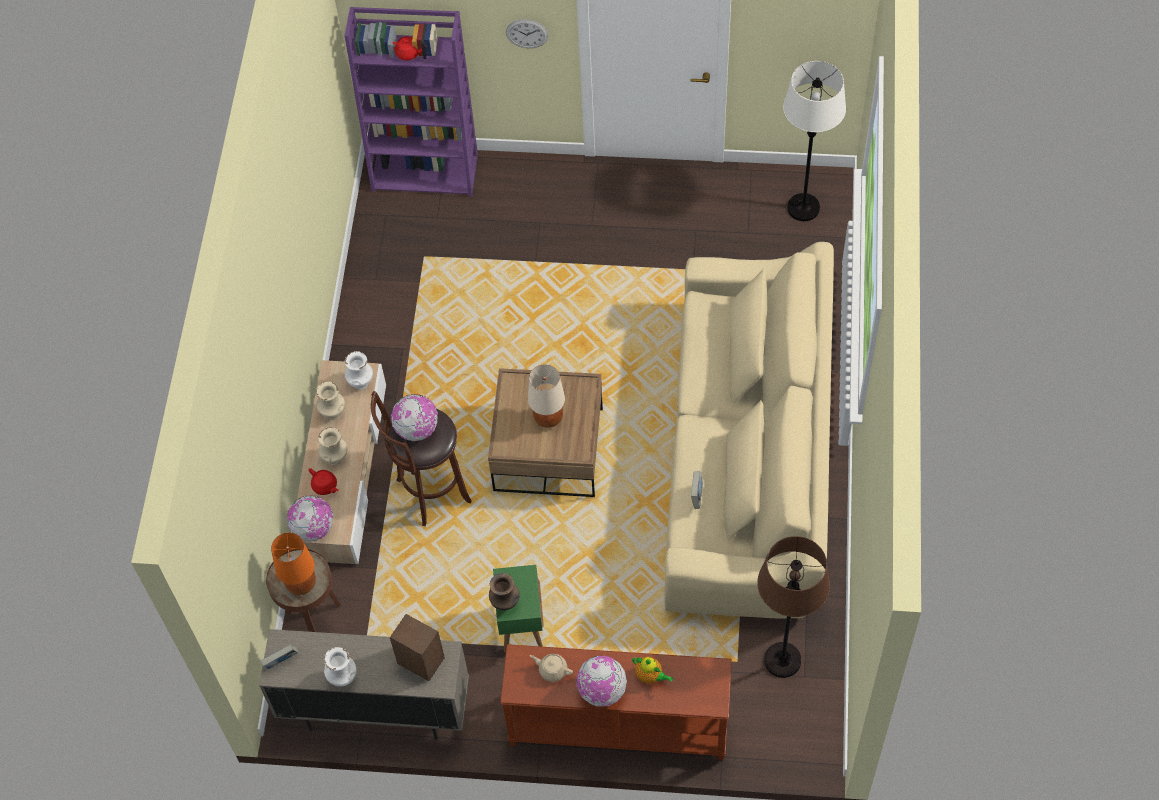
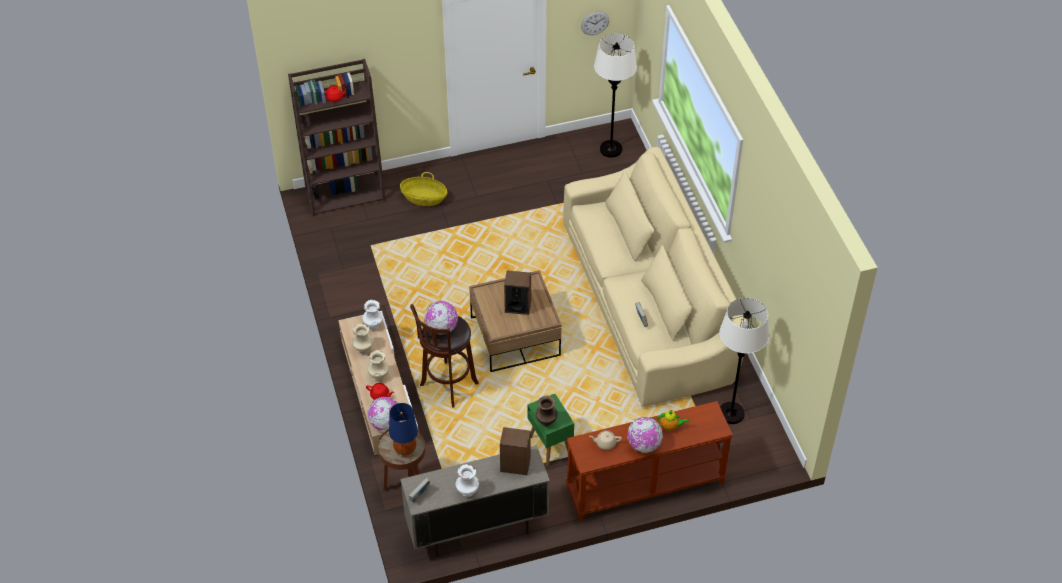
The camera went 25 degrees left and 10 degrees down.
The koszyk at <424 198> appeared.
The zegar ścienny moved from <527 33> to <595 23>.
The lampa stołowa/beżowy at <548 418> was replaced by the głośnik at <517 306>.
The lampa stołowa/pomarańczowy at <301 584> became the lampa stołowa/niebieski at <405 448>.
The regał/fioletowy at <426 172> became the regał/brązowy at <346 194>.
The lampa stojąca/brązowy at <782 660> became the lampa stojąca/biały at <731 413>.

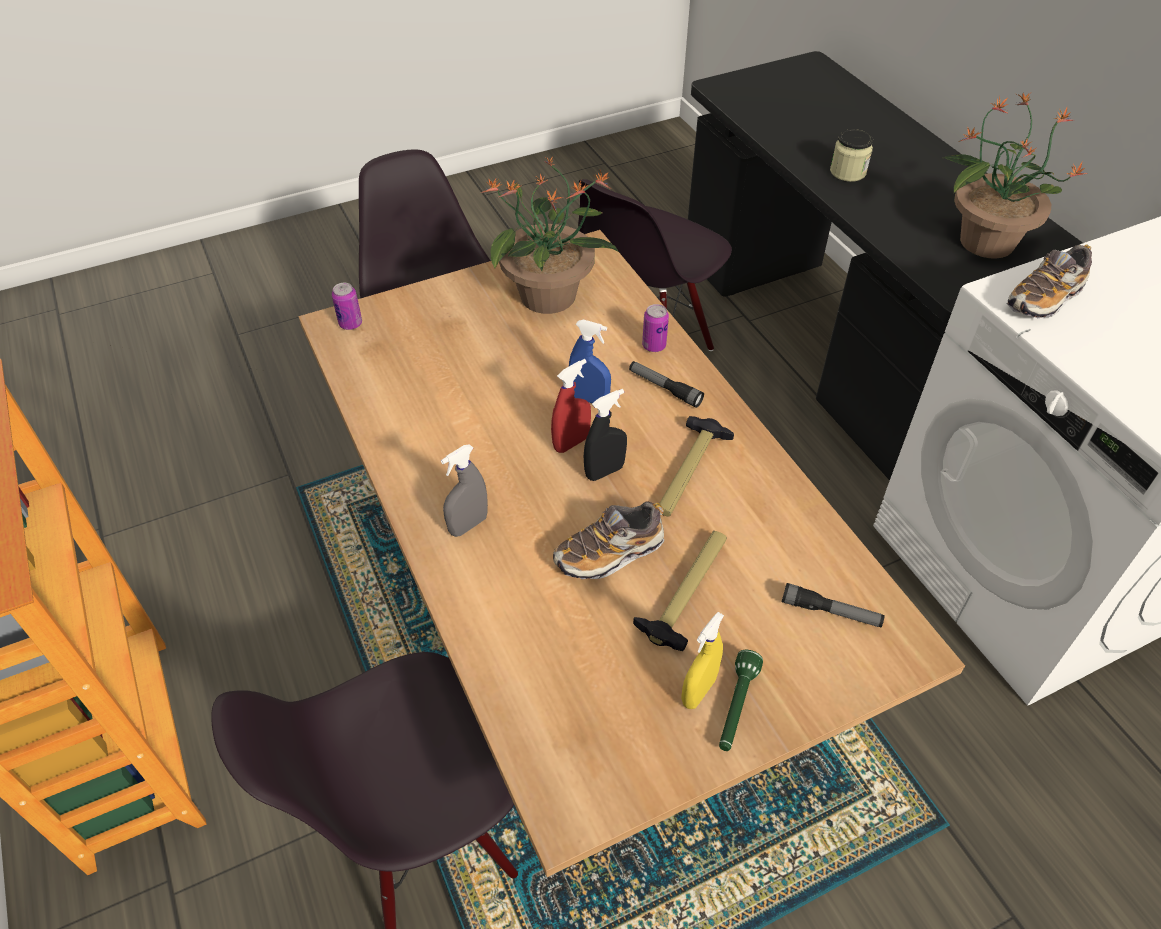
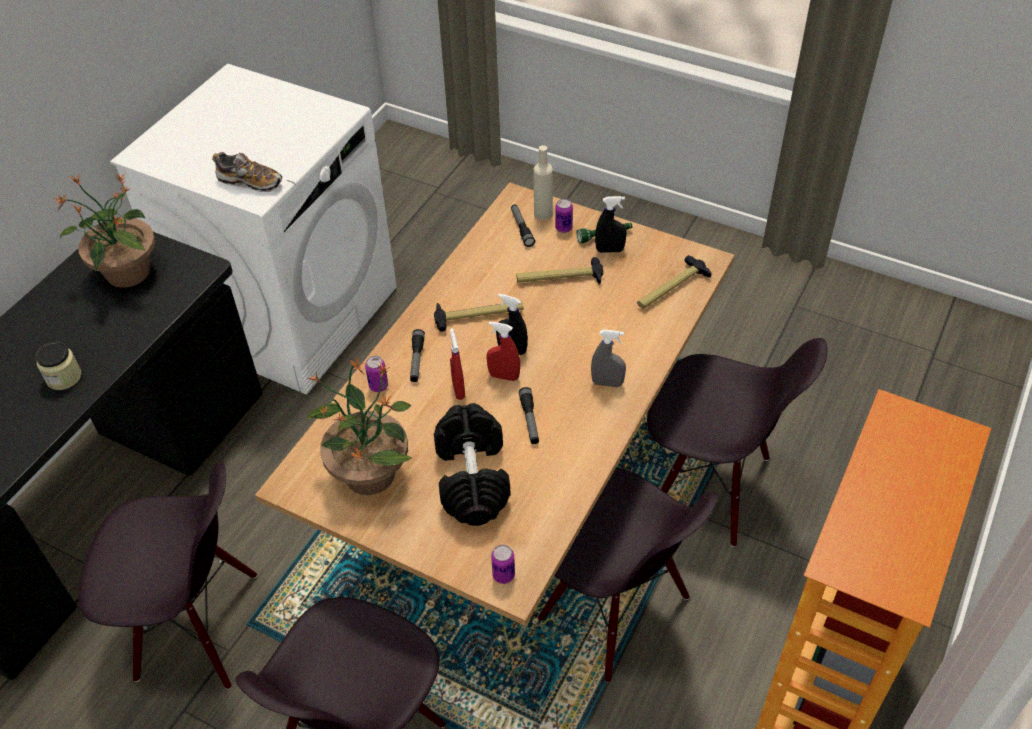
The camera went 125 degrees left and 0 degrees up.
The but at <609 553> disappeared.
The hantel/czarny at <473 478> appeared.
The latarka at <529 420> appeared.
The butelka/beżowy at <543 213> appeared.
The krzesło/czarny at <612 610> appeared.
The puszka at <563 228> appeared.
The młotek at <671 289> appeared.
The spryskiwacz/niebieski at <589 399> became the spryskiwacz/czerwony at <458 389>.
The spryskiwacz/żółty at <698 691> became the spryskiwacz/czarny at <610 250>.

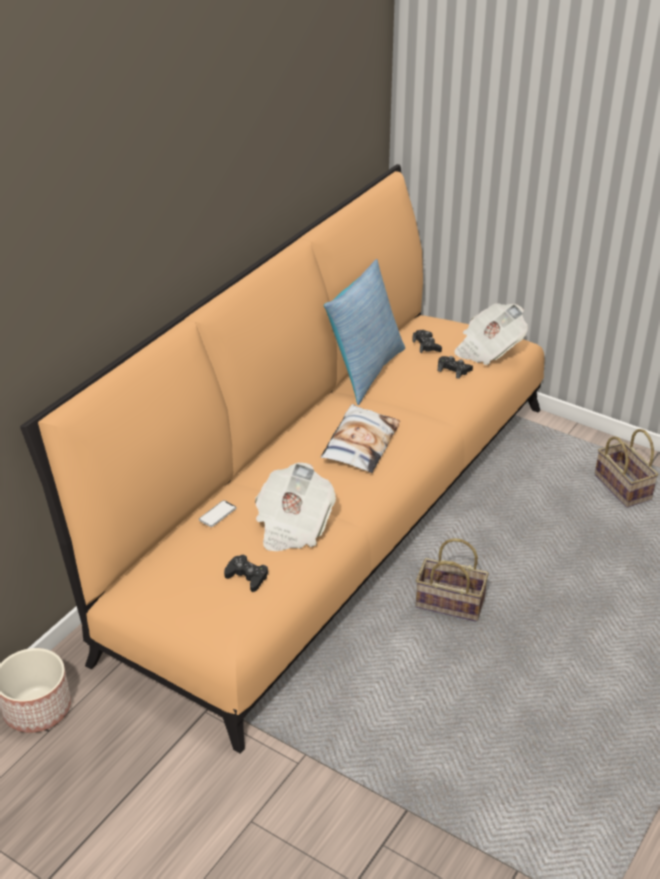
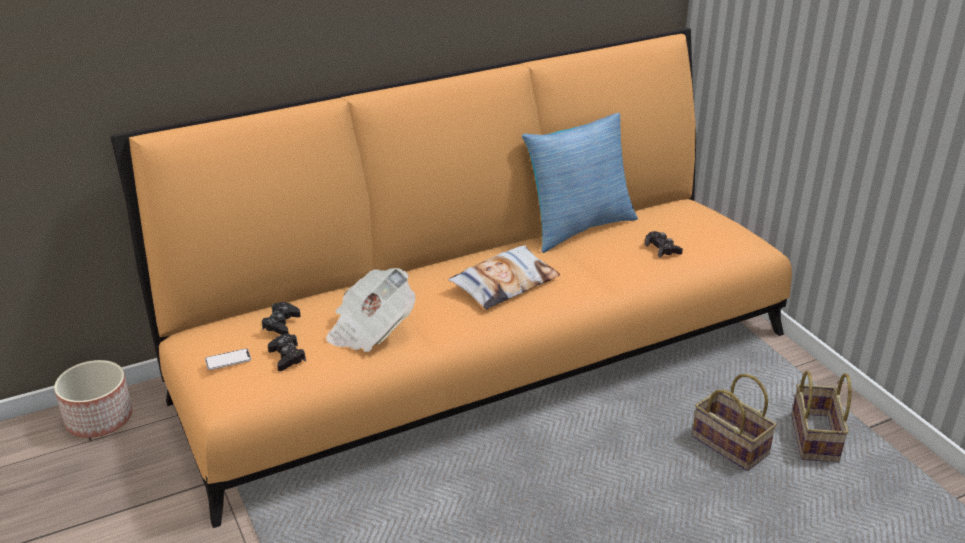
The camera went 30 degrees right and 5 degrees down.
The gazeta at <488 349> disappeared.
The telefon moved from <217 514> to <228 360>.
The pad do gier/czarny moved from <426 345> to <281 324>.
The koszyk moved from <448 604> to <727 445>.

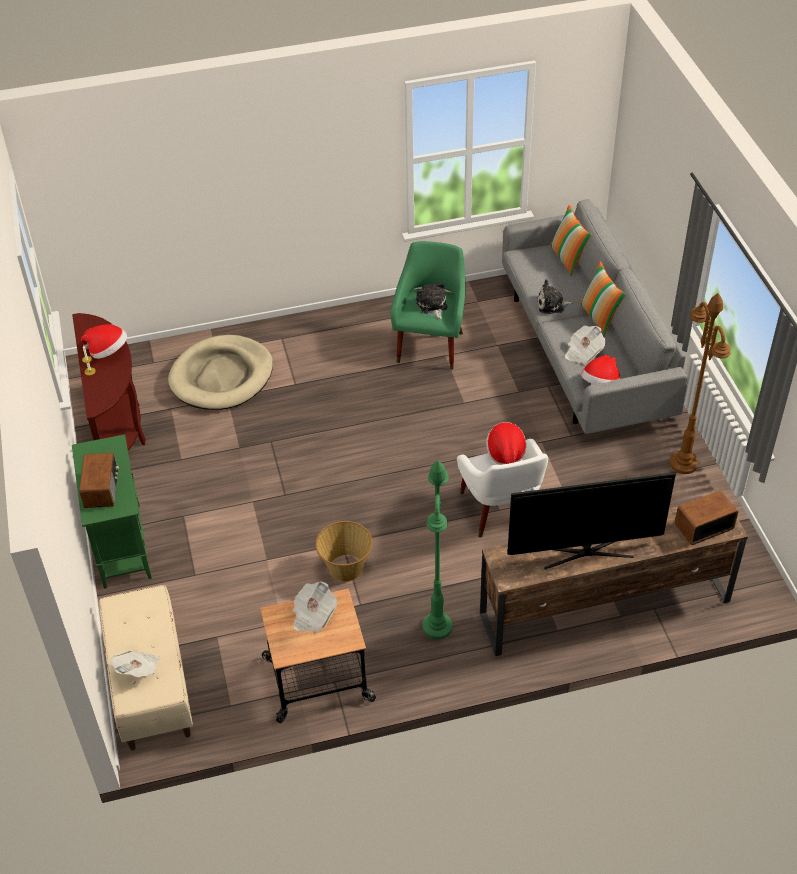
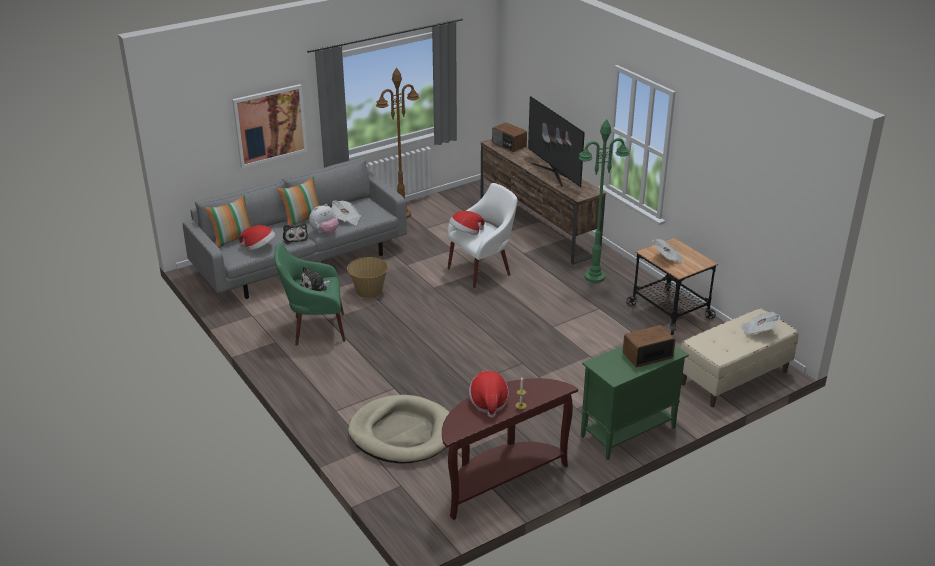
The camera went 110 degrees left and 15 degrees down.
The obraz at <270 125> appeared.
The pluszak at <325 232> appeared.
The koszyk moved from <345 567> to <368 292>.
The kapelusz moved from <600 384> to <259 248>.

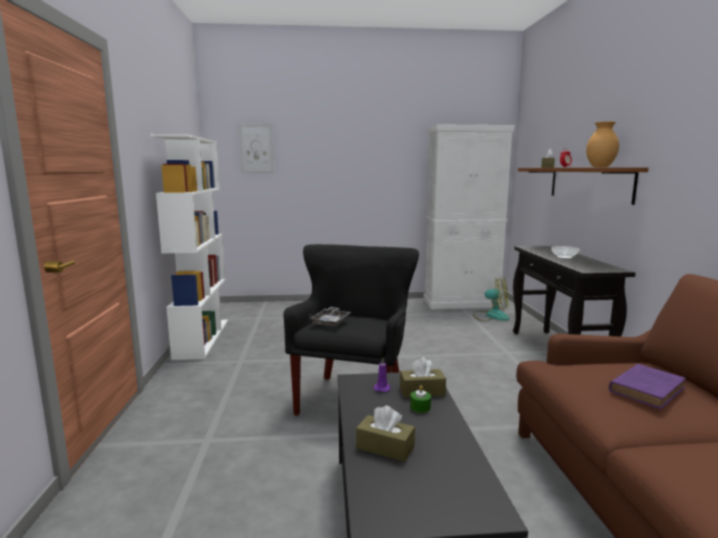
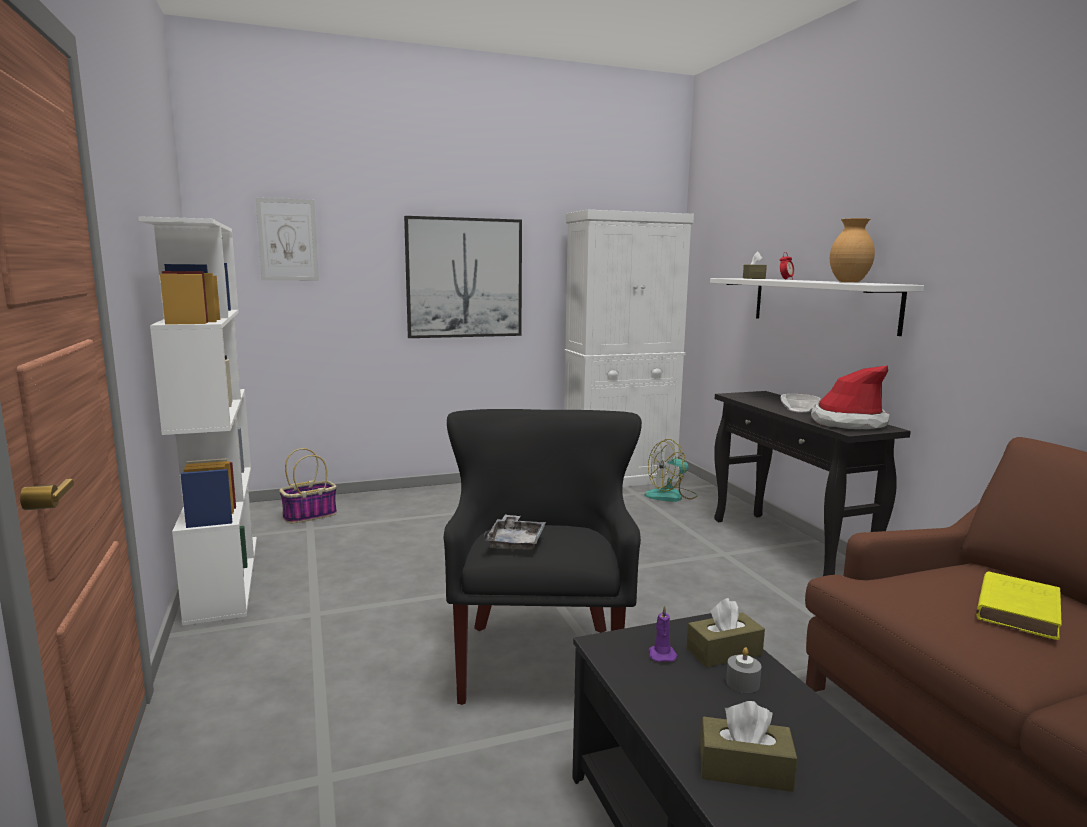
The camera went 15 degrees left and 0 degrees up.
The koszyk at <310 515> appeared.
The obraz at <464 278> appeared.
The kapelusz at <848 423> appeared.
The świeca/zielony at <420 407> became the świeca/szary at <742 683>.
The półka/brązowy at <588 183> became the półka/biały at <821 303>.
The książka/fioletowy at <647 389> became the książka/żółty at <1018 609>.
The wentylator at <491 316> turned 150 degrees clockwise.

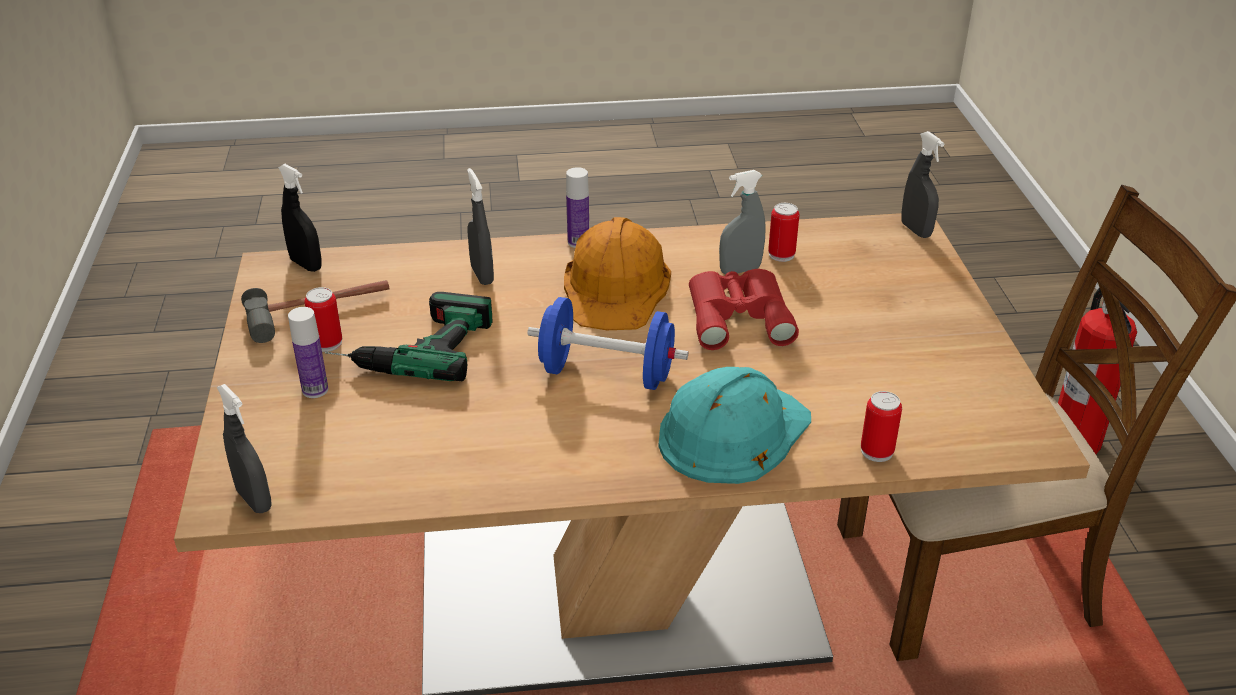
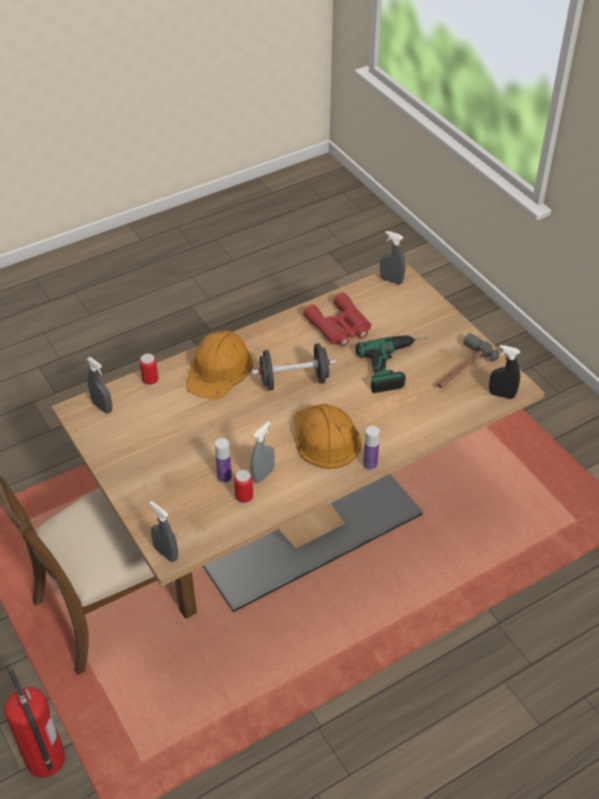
The camera went 155 degrees right and 10 degrees up.
The puszka at <327 343> disappeared.
The butelka moved from <315 390> to <224 477>.
The spryskiwacz/szary moved from <482 275> to <102 407>.
The lornetka/czerwony moved from <738 315> to <339 327>.
The hantel/niebieski at <607 373> became the hantel/czarny at <294 380>.
The kask/turkusowy at <732 432> became the kask/pomarańczowy at <219 369>.

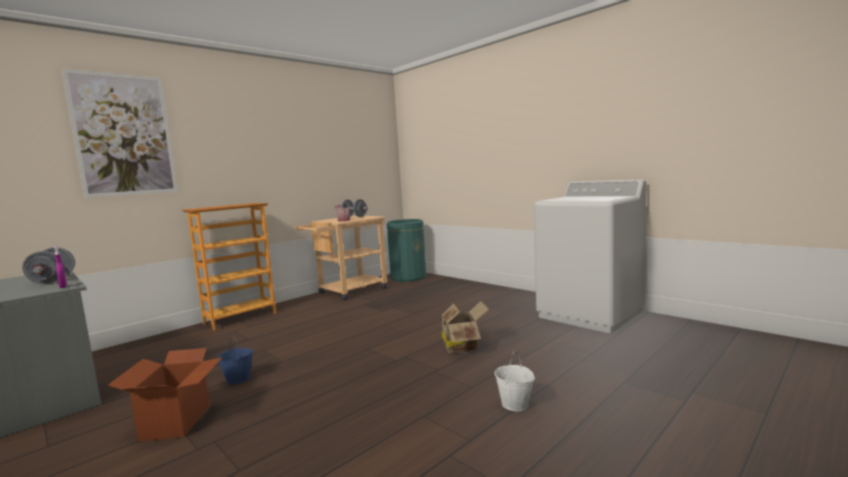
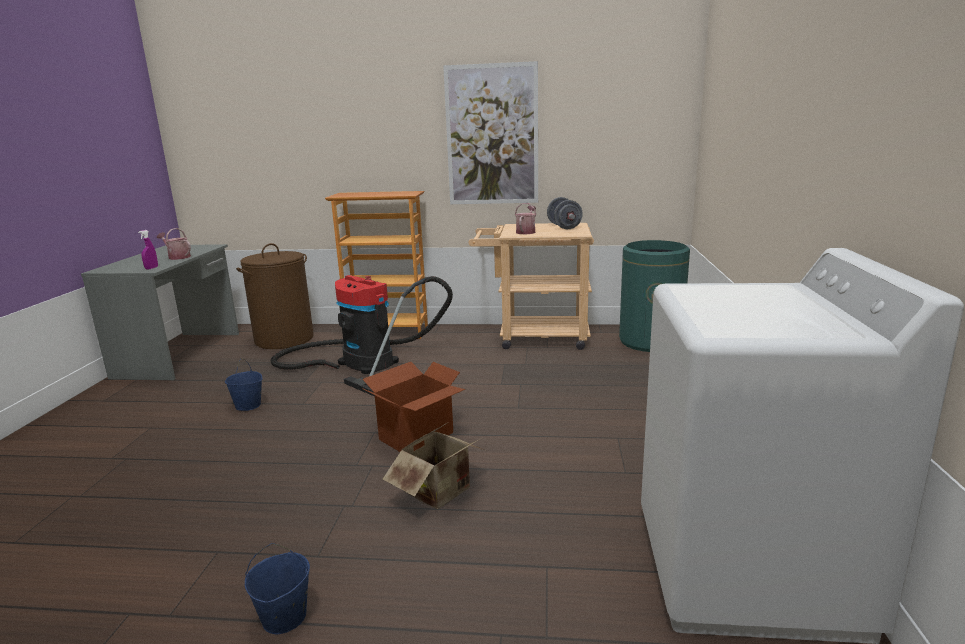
The camera went 50 degrees right and 10 degrees up.
The kosz na pranie/brązowy at <284 339> appeared.
The odkurzacz at <362 362> appeared.
The obraz moved from <124 135> to <492 135>.
The karton moved from <177 421> to <417 436>.
The hantel/szary at <52 280> was replaced by the konewka at <177 257>.
The wiadro/biały at <515 404> became the wiadro/niebieski at <284 618>.

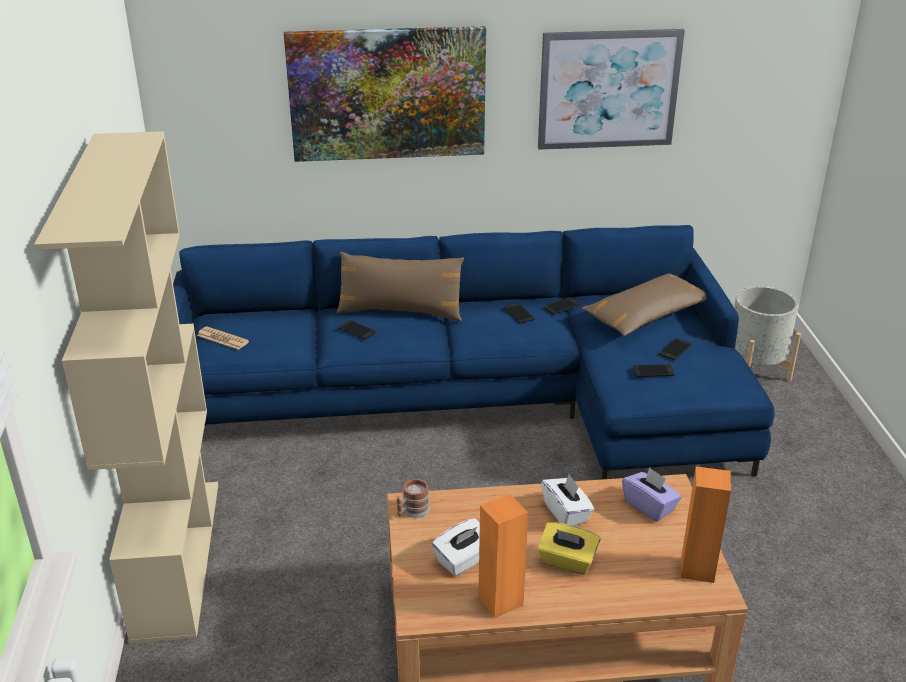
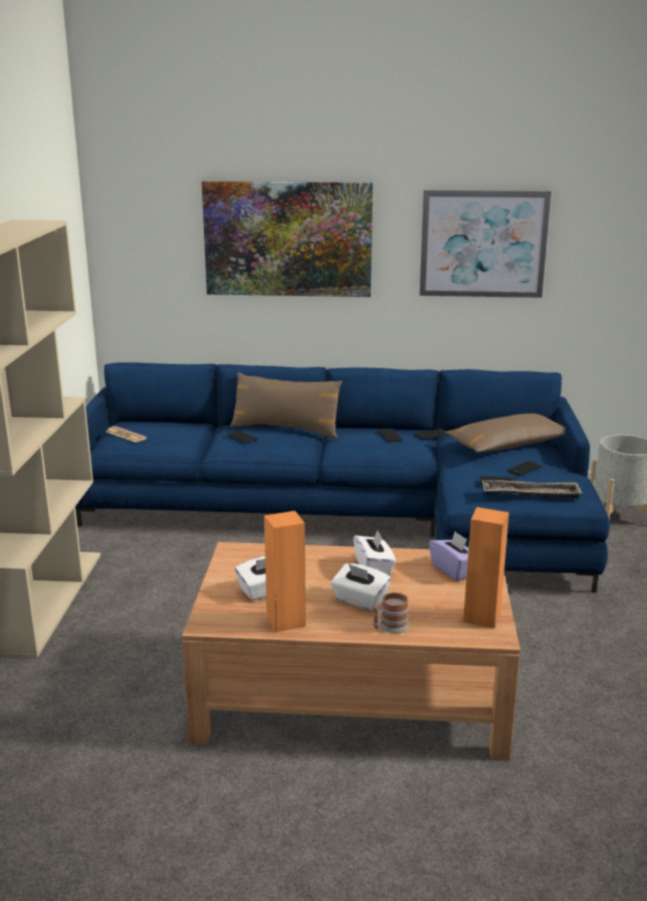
The camera went 10 degrees right and 10 degrees down.
The taca at <530 494> appeared.
The kubek moved from <412 511> to <389 627>.
The pudełko chusteczek/żółty at <567 561> became the pudełko chusteczek/biały at <360 600>.

